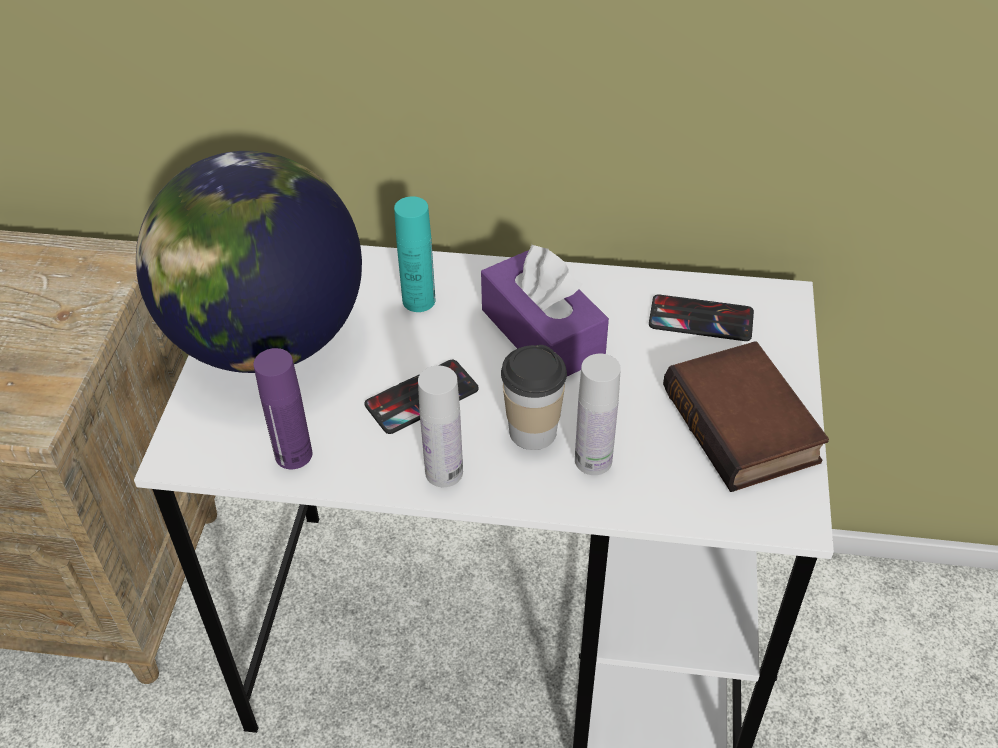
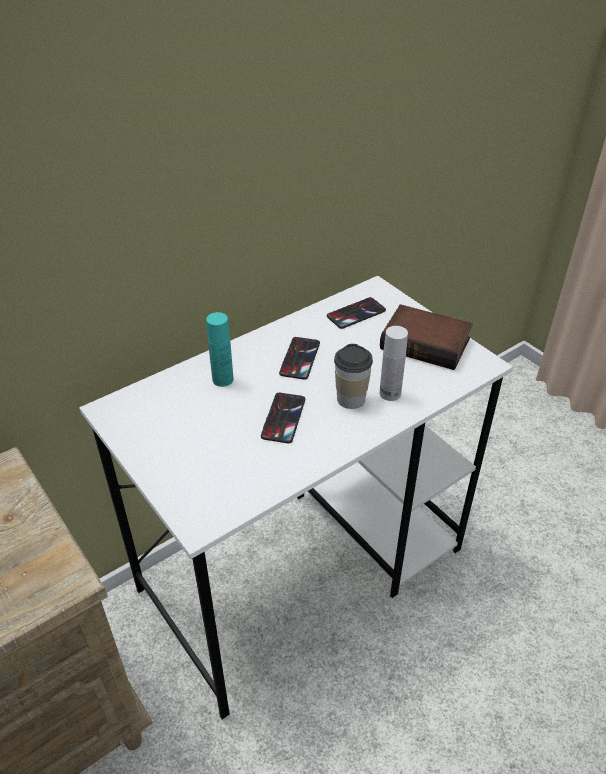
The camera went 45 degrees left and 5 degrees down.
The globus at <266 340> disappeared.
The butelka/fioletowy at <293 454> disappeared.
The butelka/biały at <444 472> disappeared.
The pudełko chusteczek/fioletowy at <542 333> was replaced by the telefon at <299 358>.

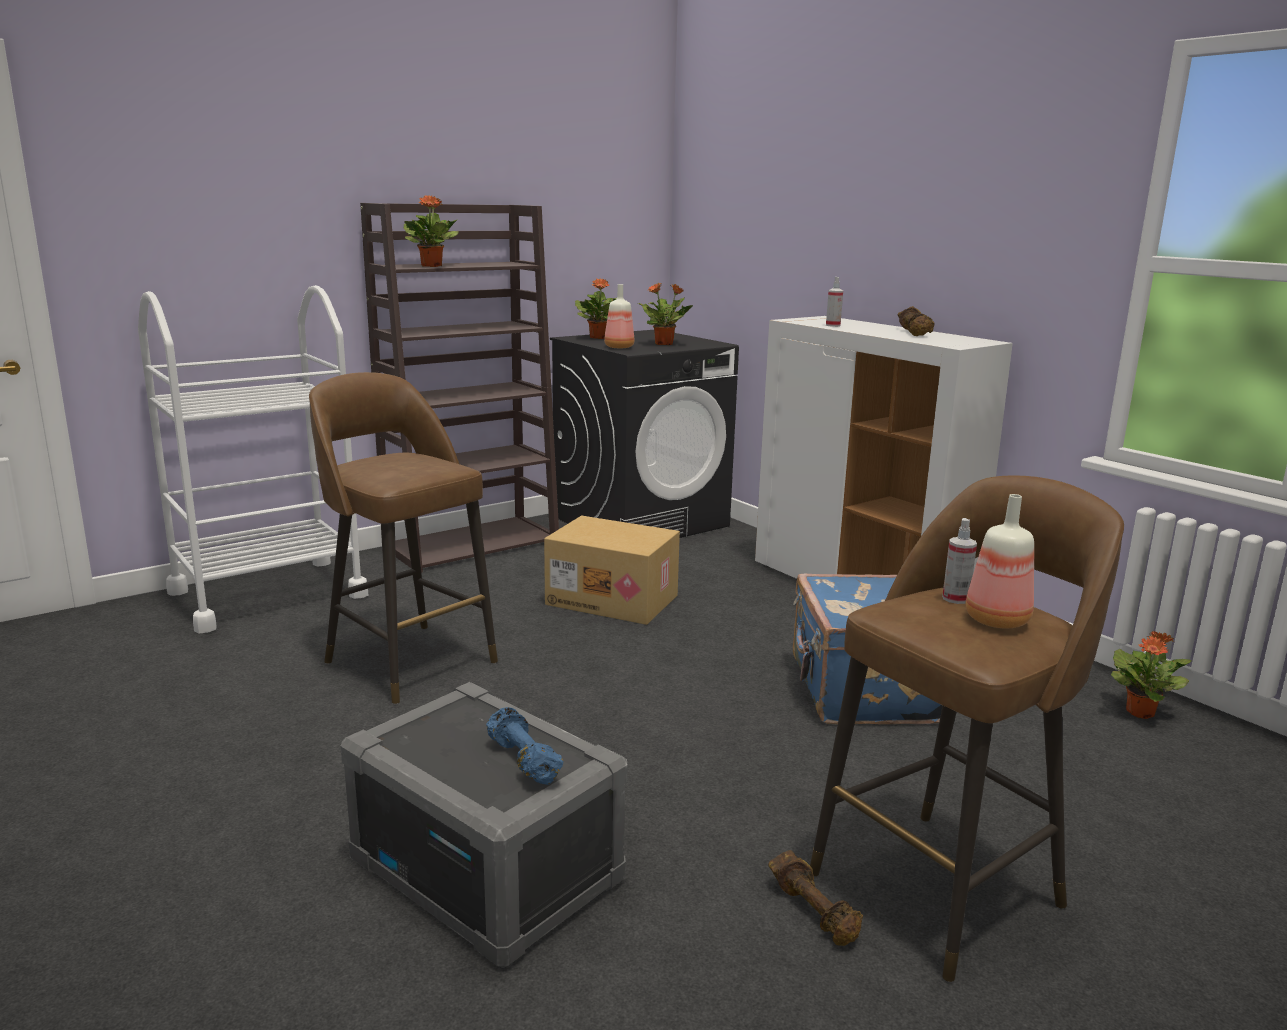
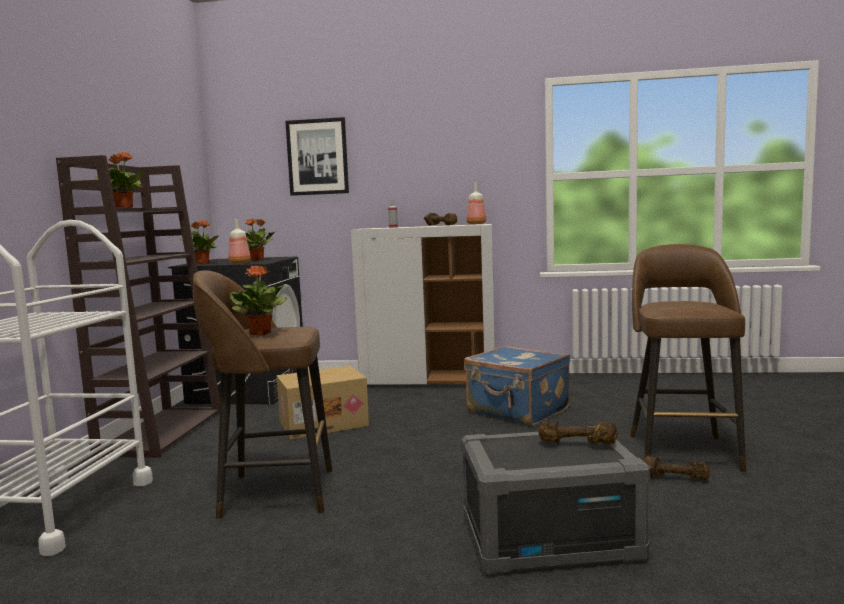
The camera went 45 degrees left and 10 degrees down.
The spryskiwacz at <955 598> disappeared.
The obraz at <317 157> appeared.
The butelka moved from <994 620> to <475 224>.
The roślina doniczkowa moved from <1140 712> to <261 333>.
The hantel/niebieski at <522 761> became the hantel/brązowy at <577 444>.

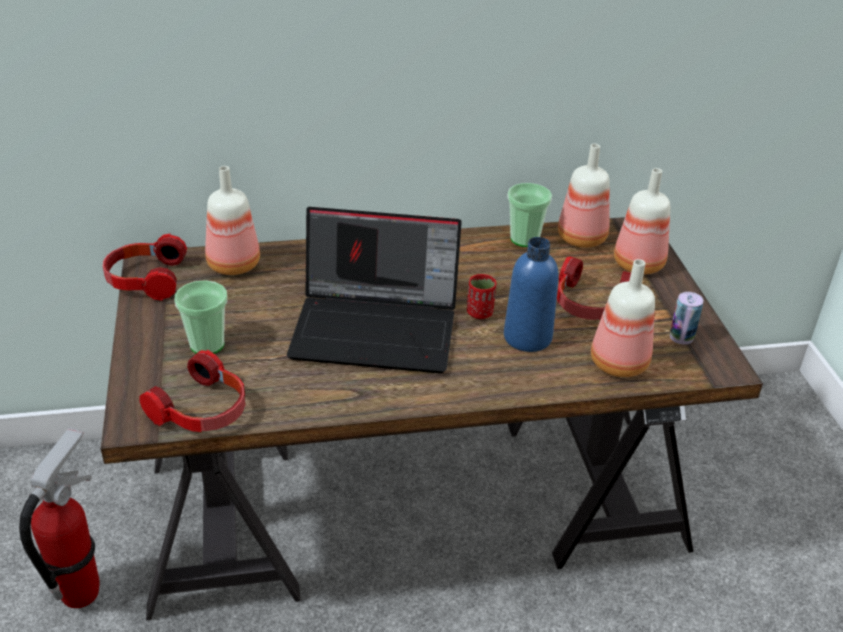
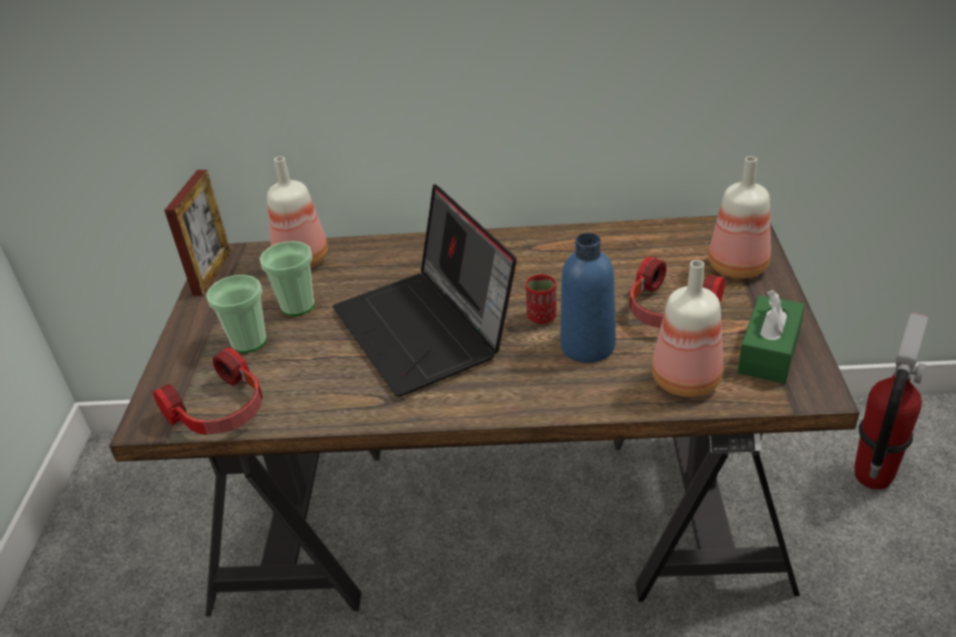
The camera went 15 degrees right and 0 degrees up.
The butelka at <583 238> disappeared.
The gaśnica moved from <81 592> to <873 475>.
The filiżanka moved from <524 239> to <298 305>.
The słuchawki at <145 279> was replaced by the ramka na zdjęcie at <212 273>.
The puszka at <681 337> was replaced by the pudełko chusteczek/zielony at <769 352>.
The laptop at <378 328> turned 45 degrees clockwise.

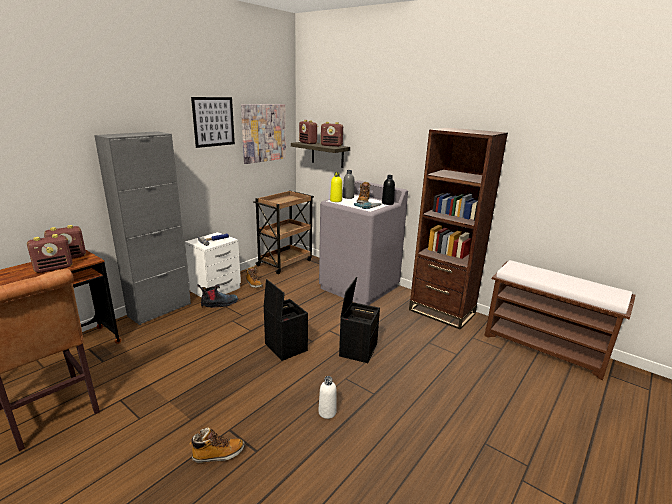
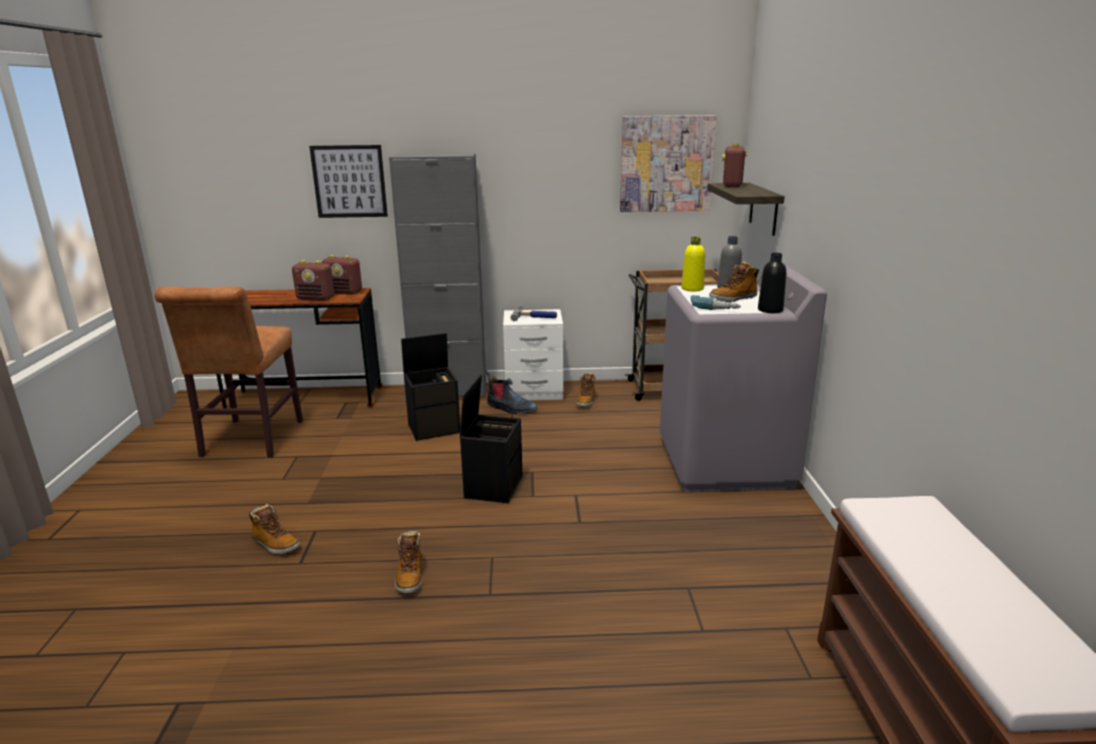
The camera went 50 degrees right and 0 degrees up.
The radio at <331 145> disappeared.
The regał/brązowy at <441 312> disappeared.
The obraz moved from <213 122> to <349 181>.
The pojemnik do przechowywania/czarny moved from <358 349> to <435 428>.
The butelka/biały at <327 412> was replaced by the but z cholewką at <410 576>.

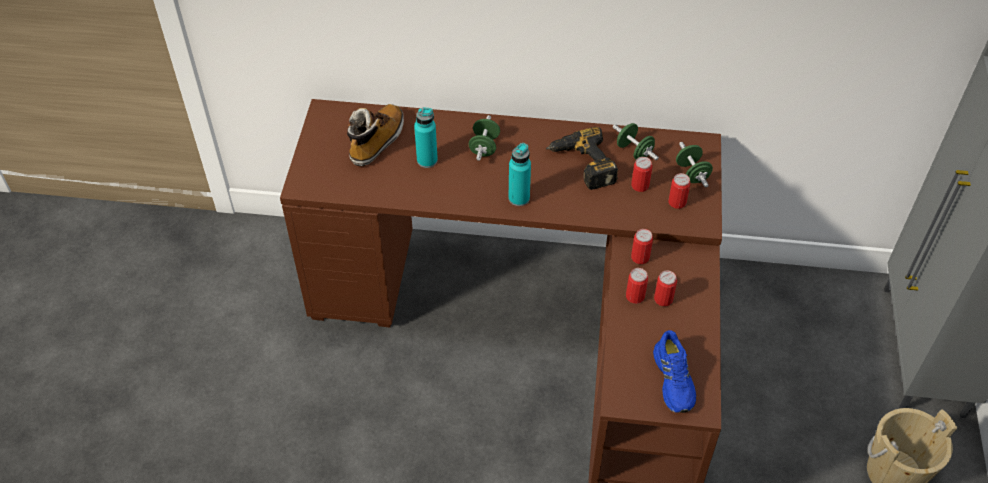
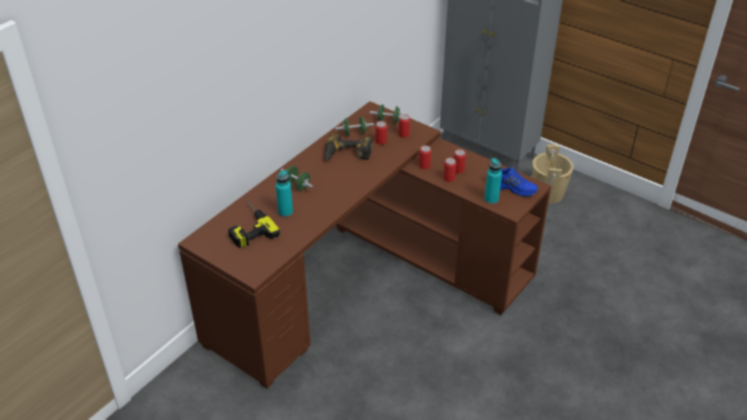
The camera went 60 degrees left and 10 degrees down.
The butelka/turkusowy moved from <519 198> to <491 199>.
The but z cholewką at <377 141> was replaced by the wiertarka at <248 227>.

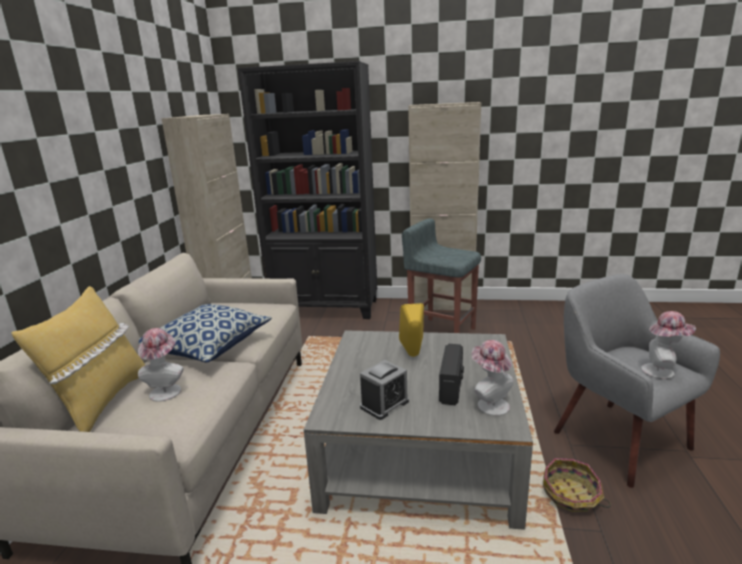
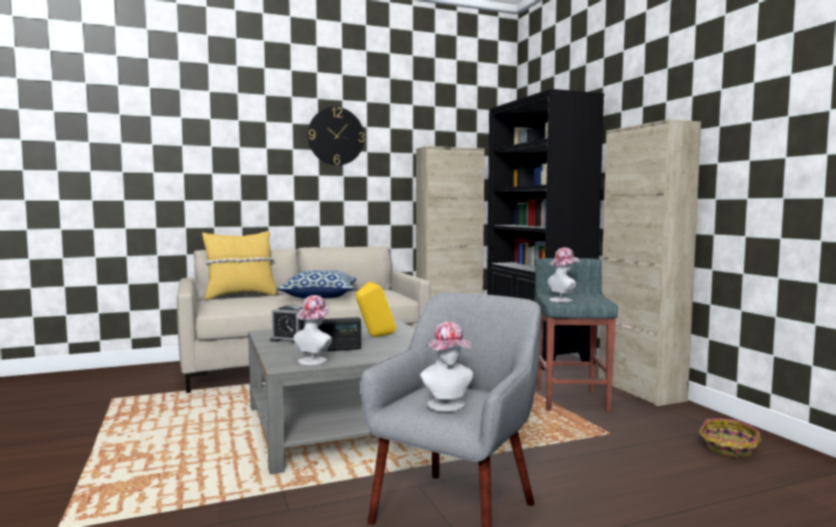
The camera went 60 degrees right and 15 degrees down.
The zegar ścienny at <336 136> appeared.
The kapelusz moved from <166 390> to <563 300>.
The koszyk moved from <571 495> to <728 448>.

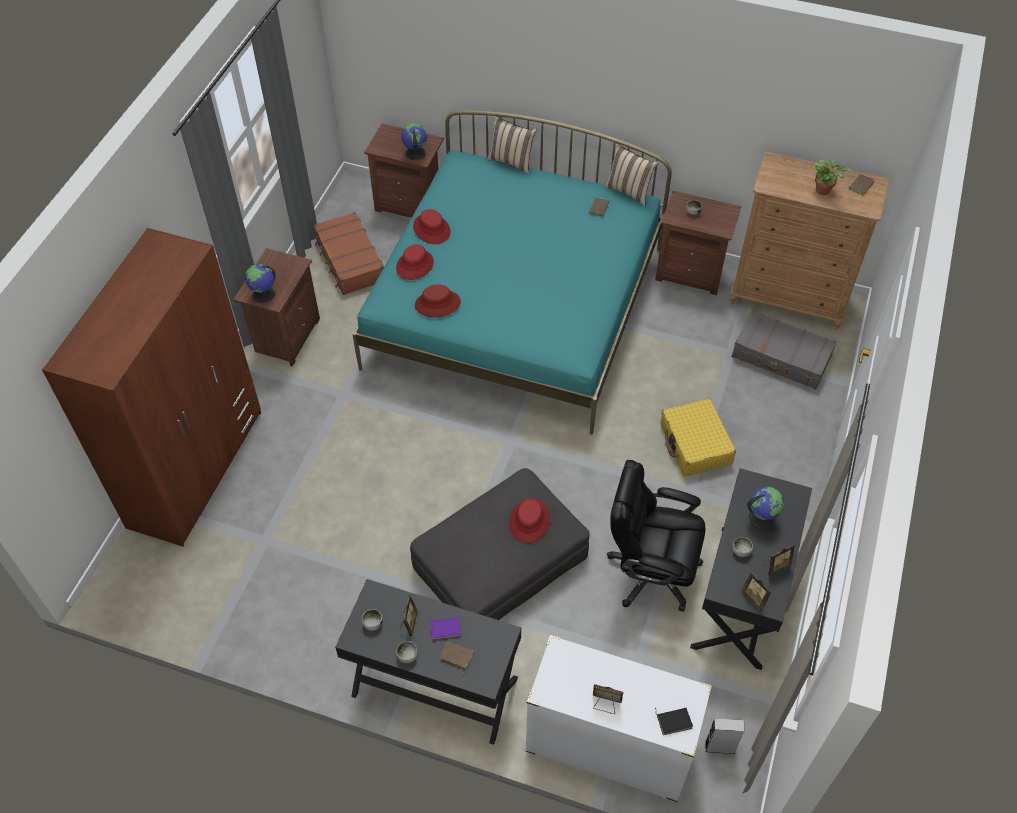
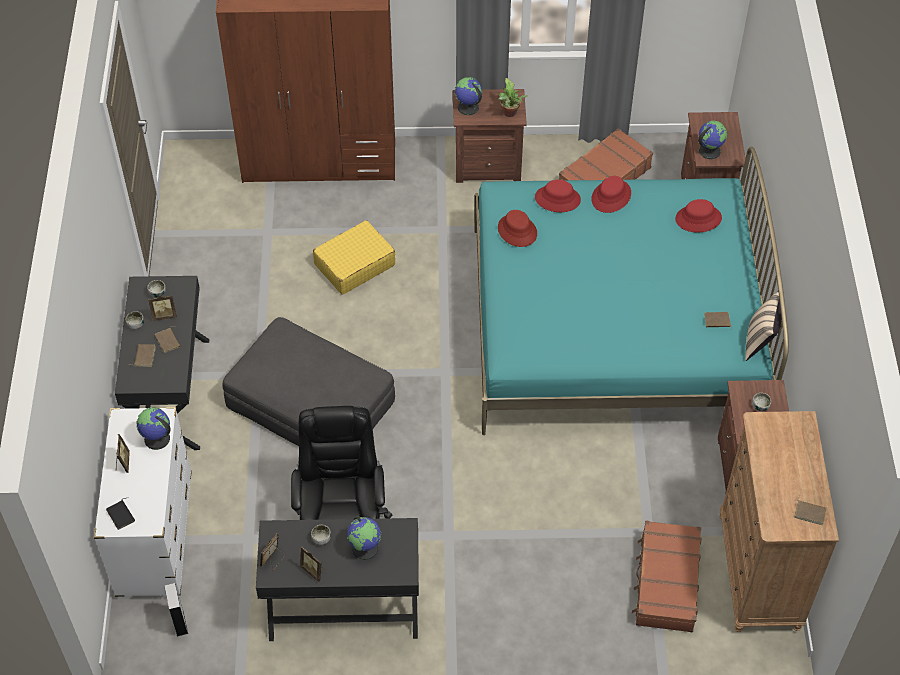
The camera went 70 degrees right and 0 degrees up.
The poduszka/beżowy at <511 161> disappeared.
The globus at <157 439> appeared.
The kapelusz/czerwony moved from <529 521> to <698 219>.
The walizka/żółty moved from <695 444> to <354 265>.
The roślina doniczkowa moved from <824 190> to <510 114>.
The książka/fioletowy at <445 628> became the książka/brązowy at <168 341>.
The walizka/szary at <781 357> became the walizka/brązowy at <666 582>.

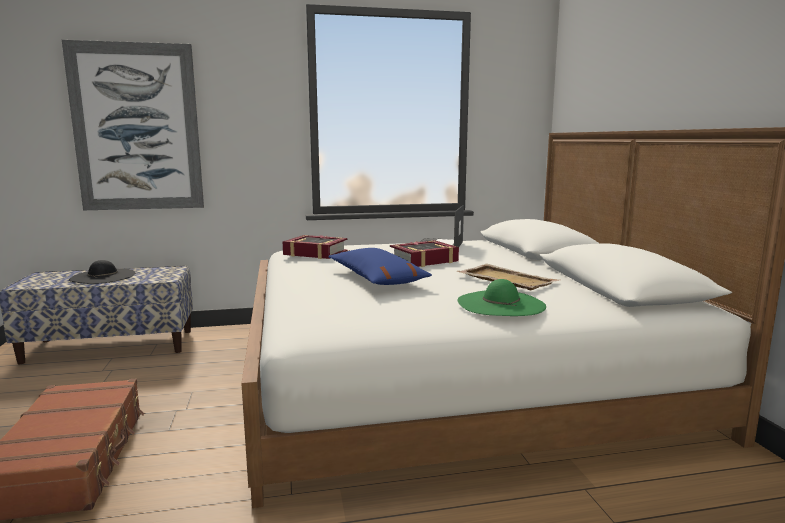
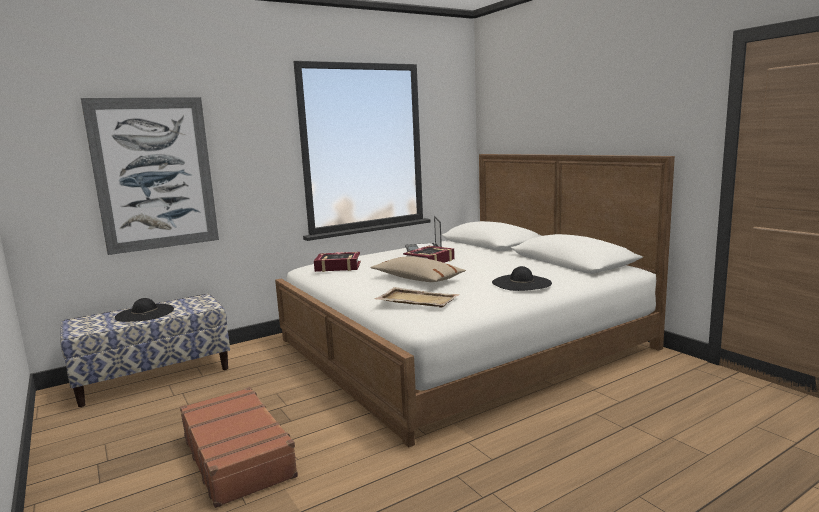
The camera went 20 degrees left and 0 degrees up.
The taca/beżowy moved from <506 279> to <416 300>.
The poduszka/niebieski at <376 279> became the poduszka/beżowy at <417 279>.
The kapelusz/zielony at <500 303> became the kapelusz/czarny at <521 283>.

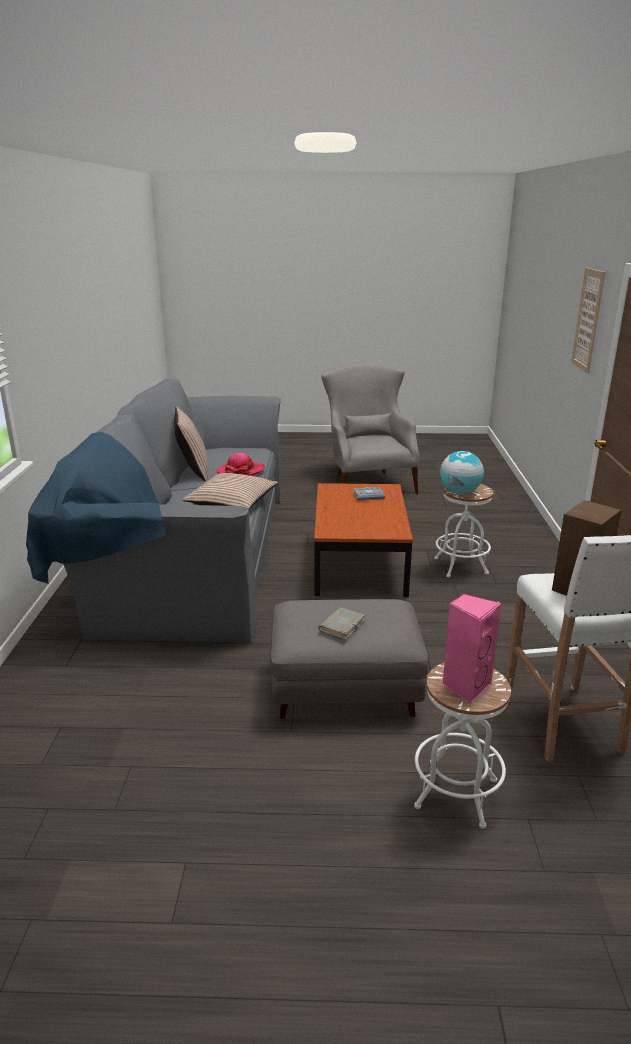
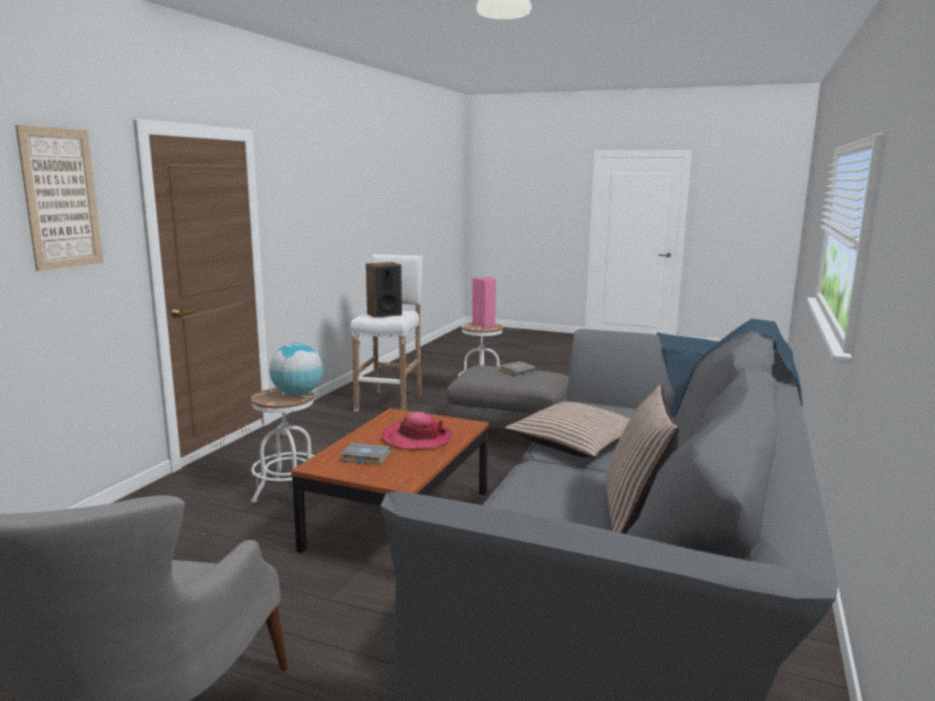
The camera went 160 degrees left and 10 degrees down.
The kapelusz moved from <241 471> to <417 438>.

